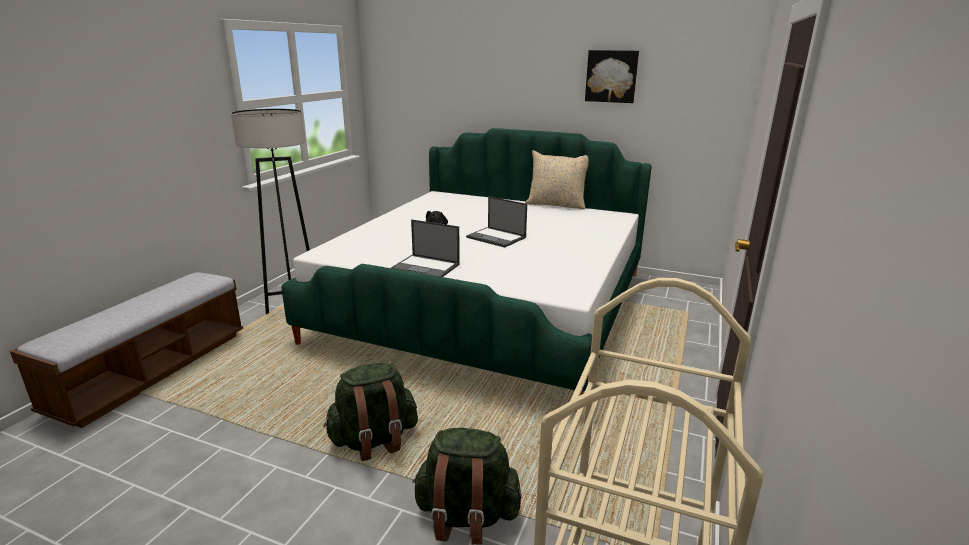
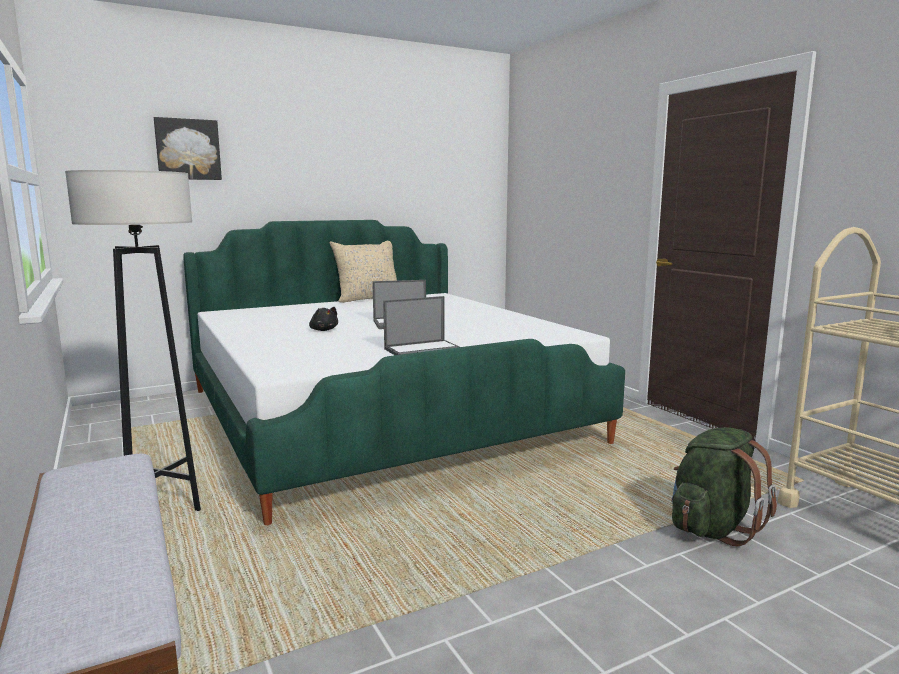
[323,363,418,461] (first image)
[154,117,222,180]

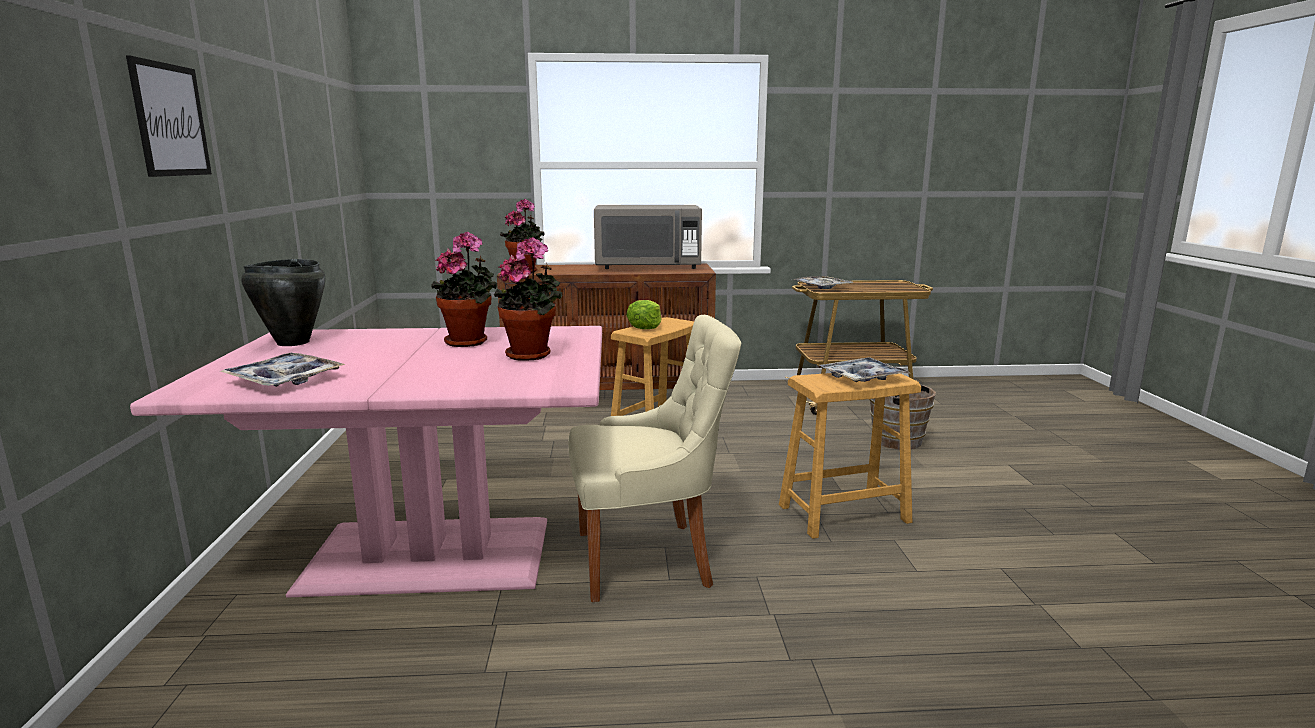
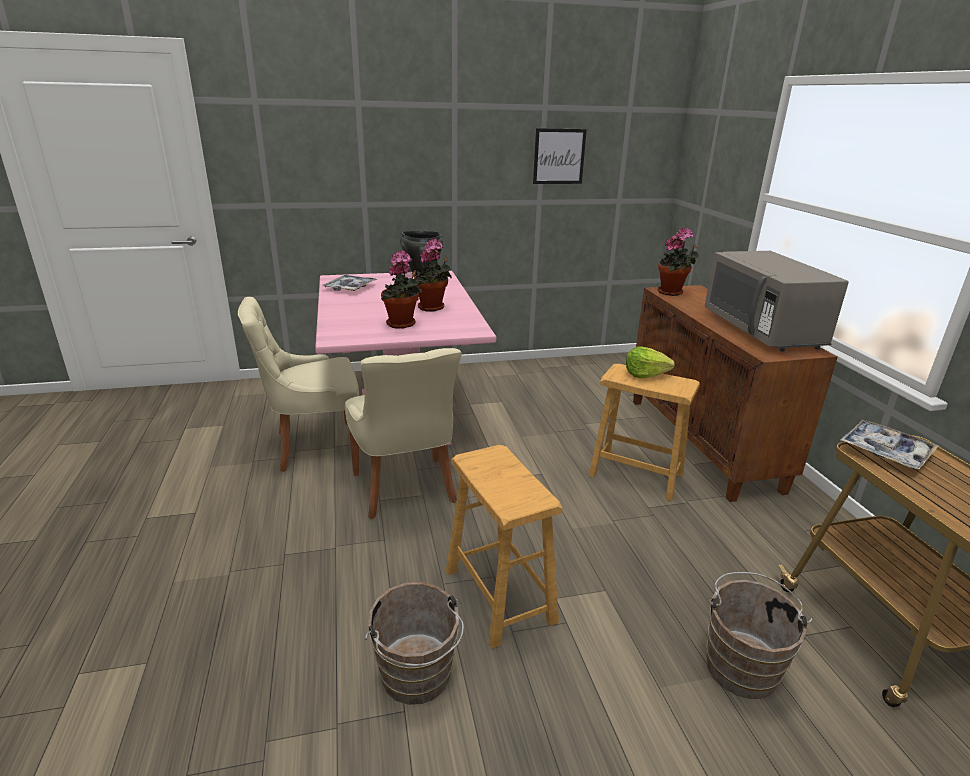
[819,357,909,382] (first image)
[238,297,359,472]
[365,582,464,705]
[533,128,587,184]

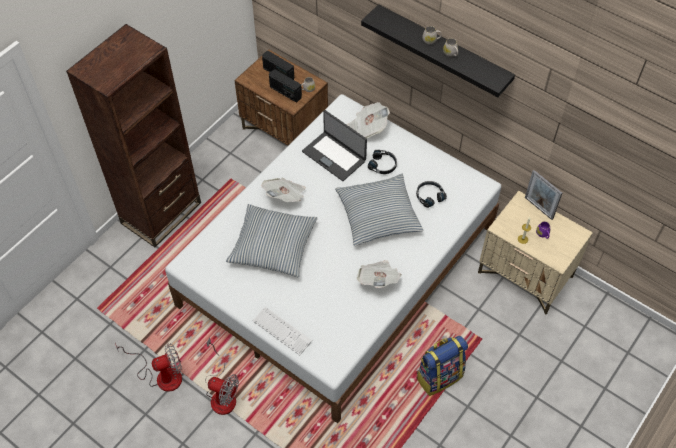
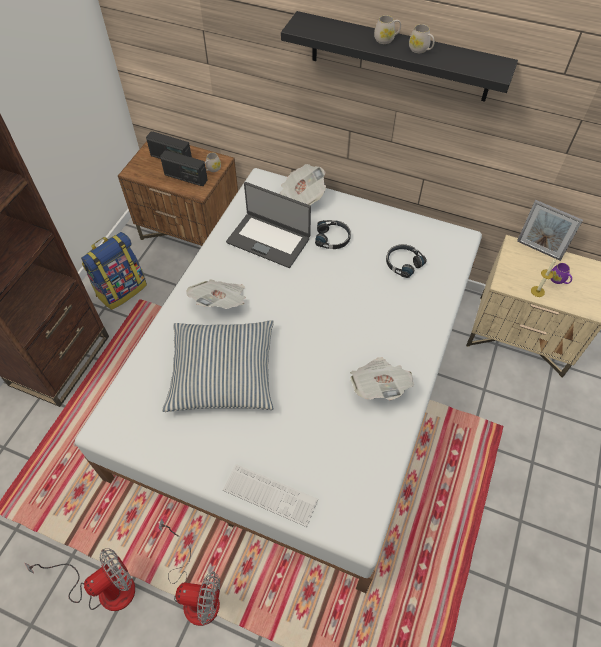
[335,173,424,246] (first image)
[81,232,147,310]

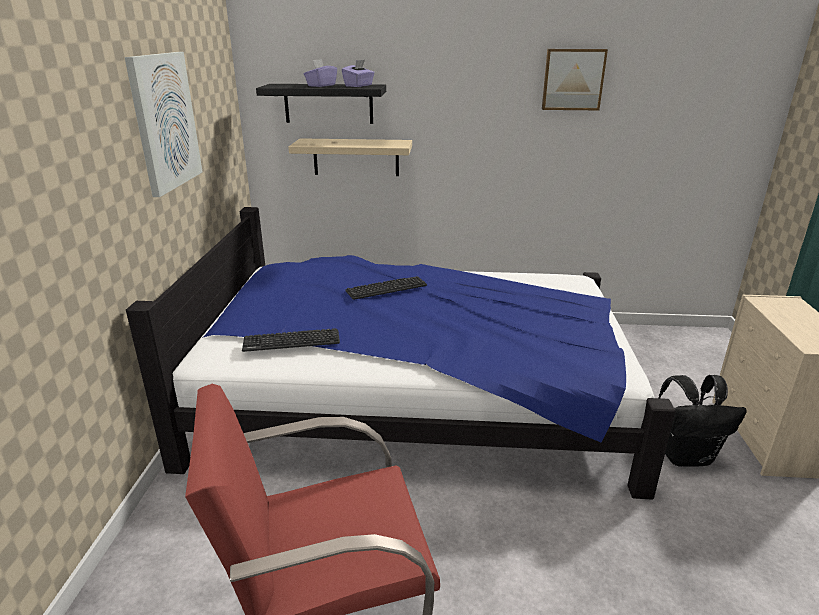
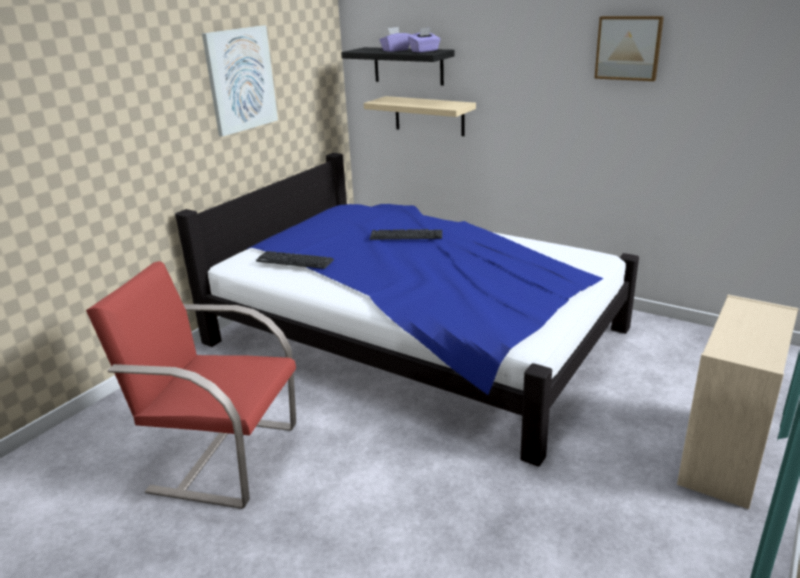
[659,375,747,467] (first image)

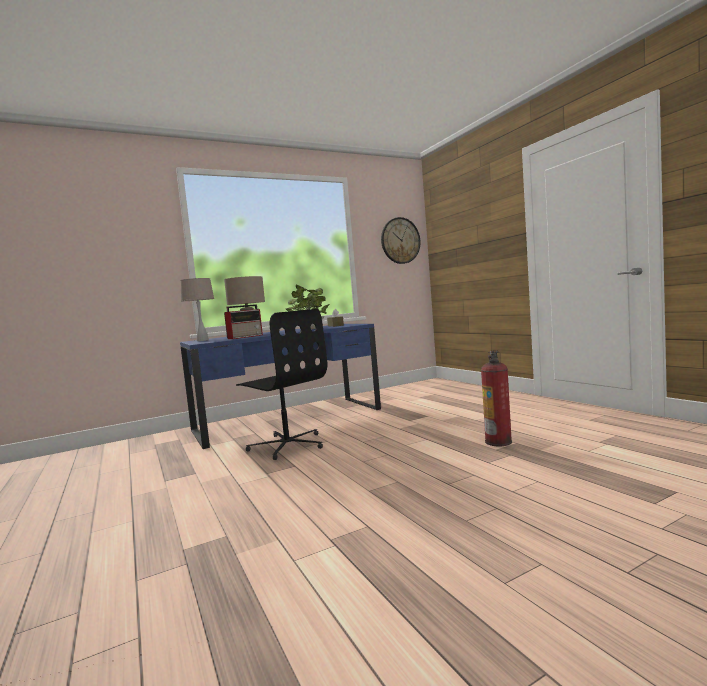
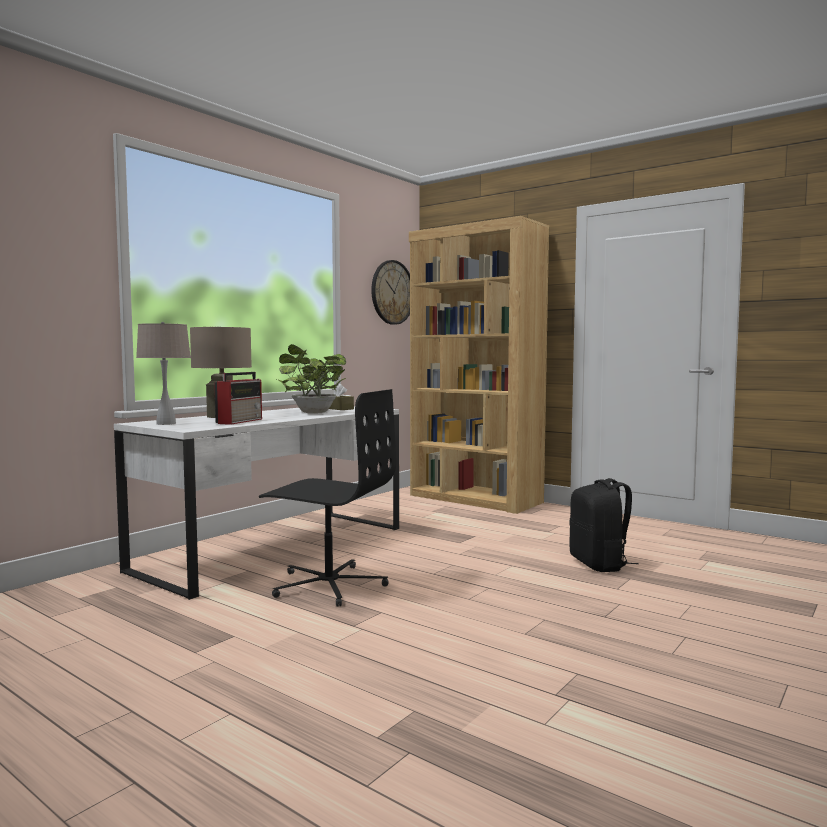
[409,216,549,514]
[569,478,638,572]
[114,406,399,600]

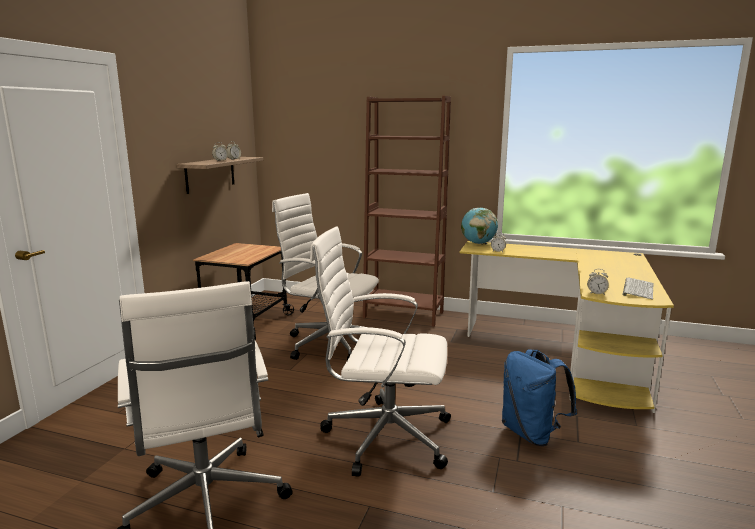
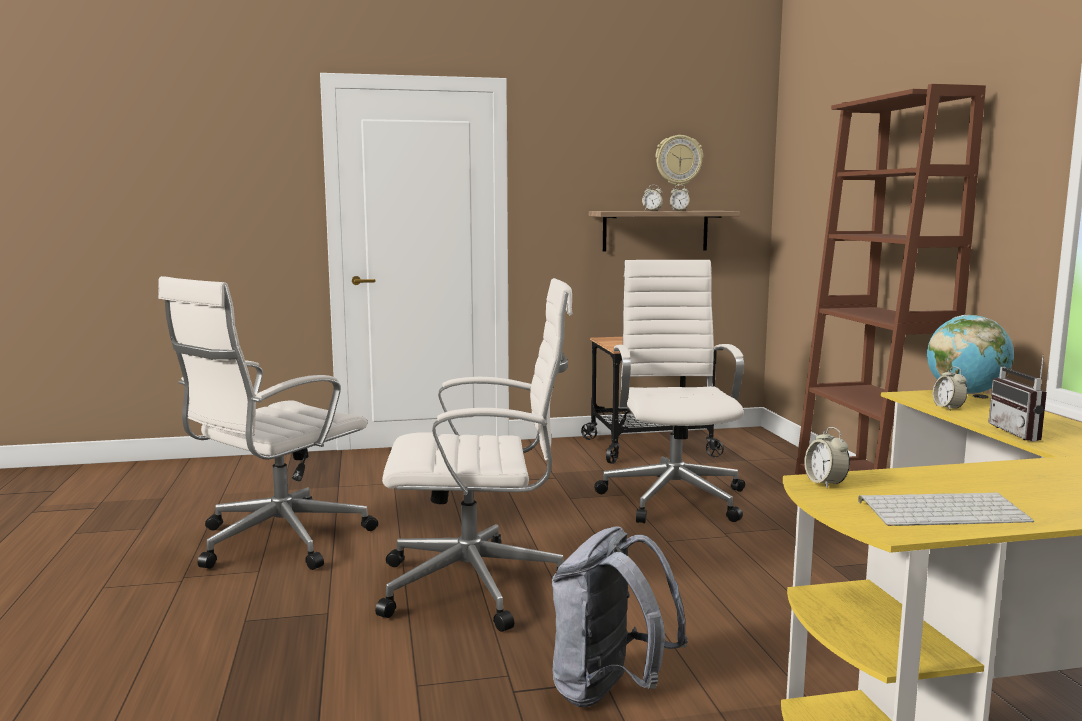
[656,135,703,186]
[988,355,1047,441]
[552,526,688,707]
[375,278,573,632]

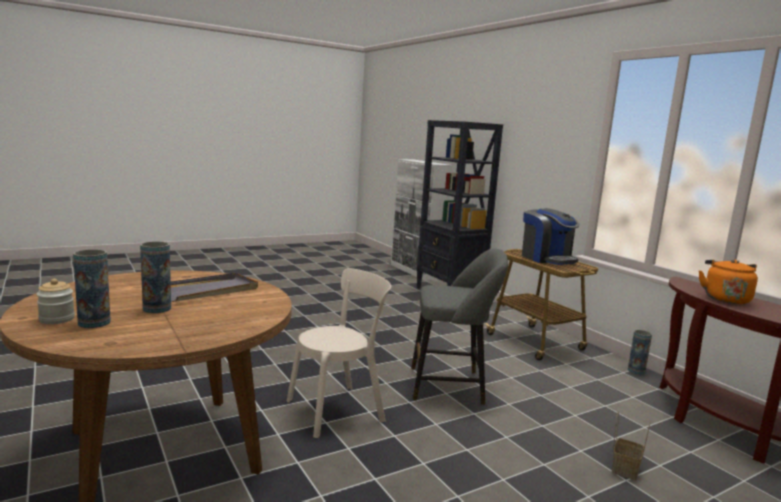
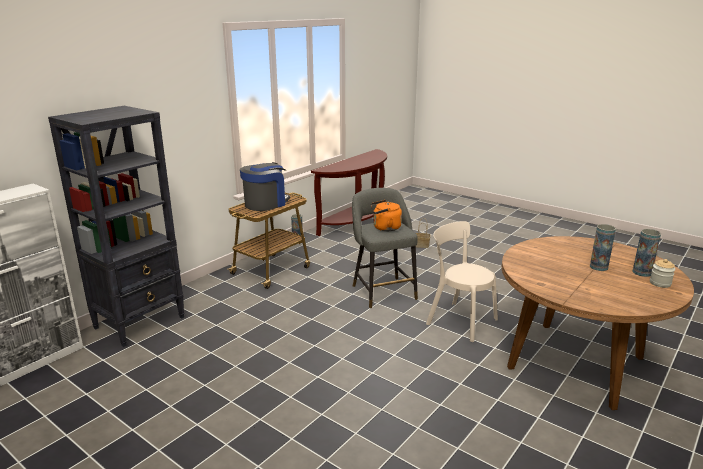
[171,273,258,302] (first image)
[371,200,402,231]

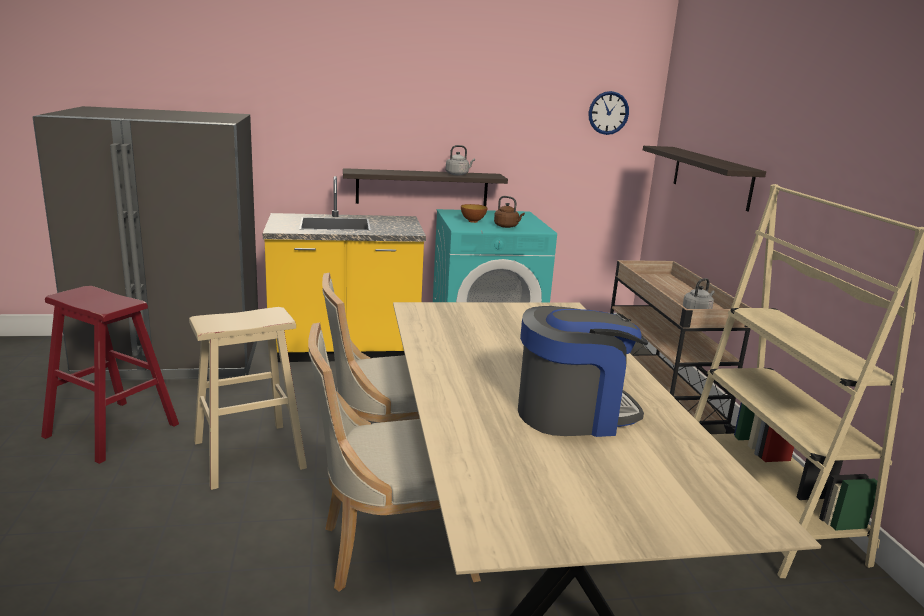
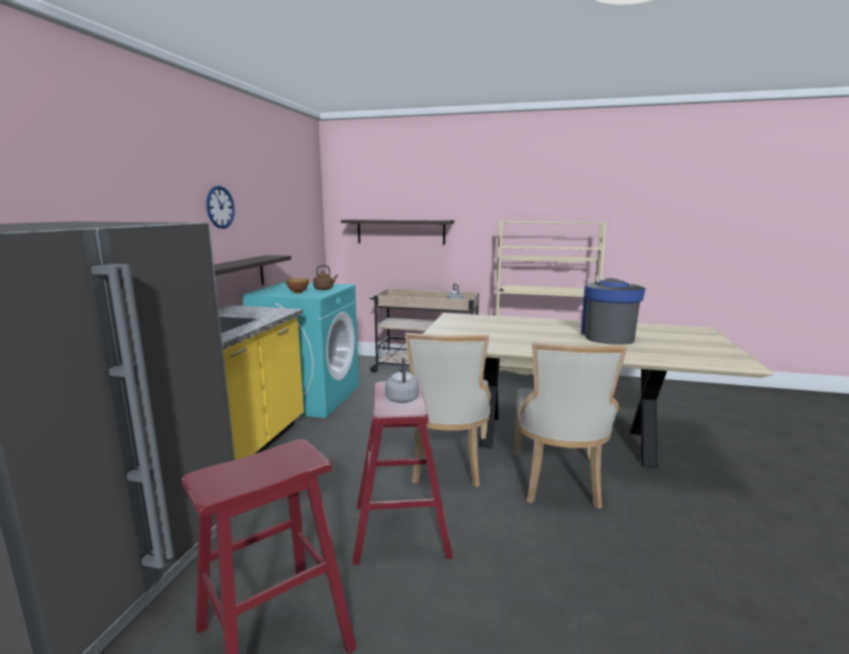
[385,358,419,403]
[206,186,235,229]
[352,381,453,565]

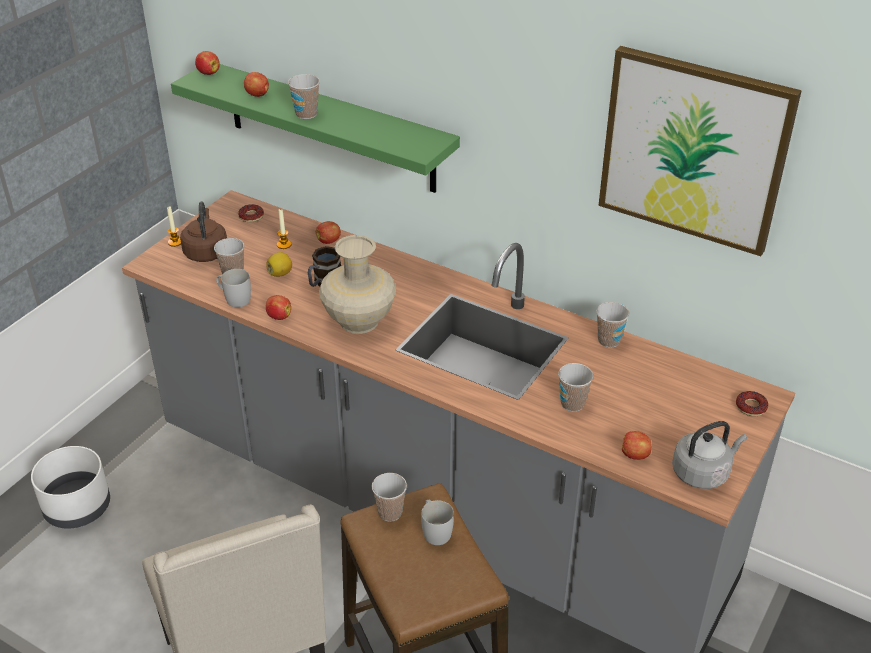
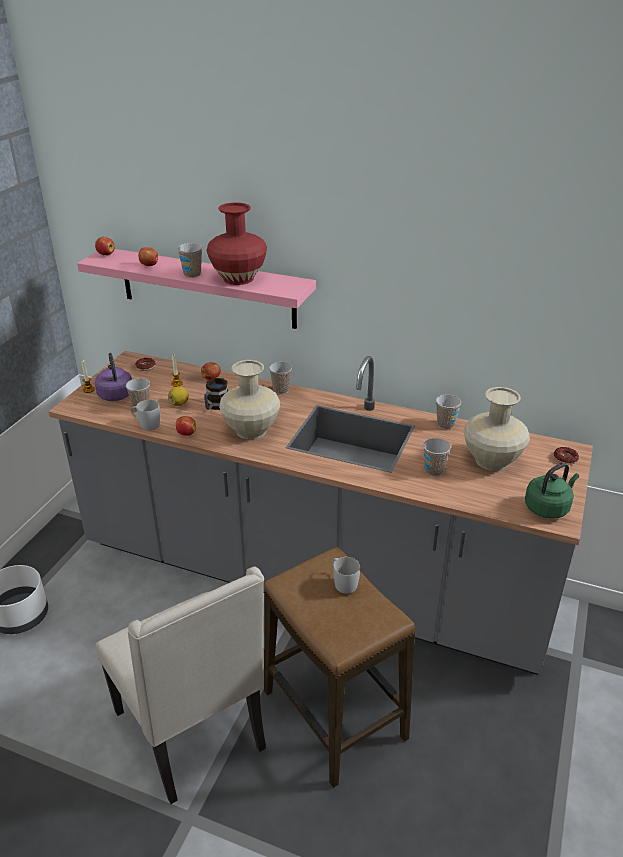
[598,46,802,256] (first image)
[622,431,652,460] (first image)
[206,203,267,285]
[464,387,530,471]
[269,362,292,394]
[77,249,316,329]
[95,353,132,401]
[525,463,579,519]

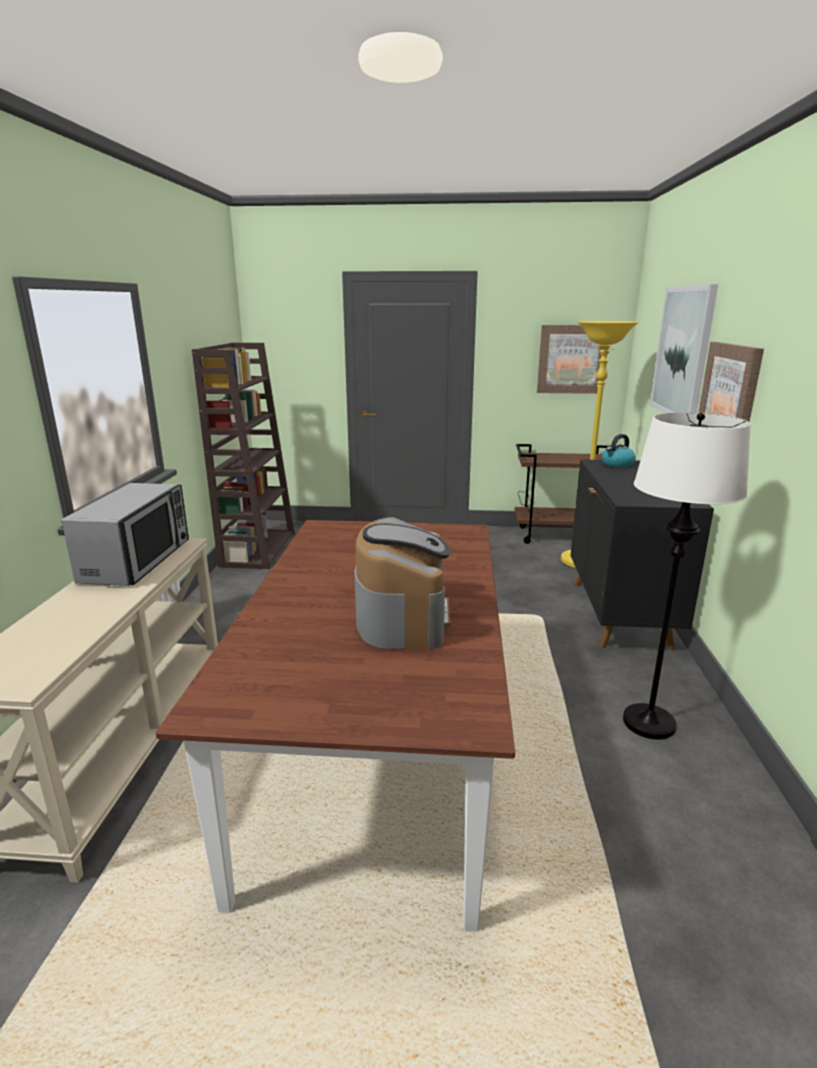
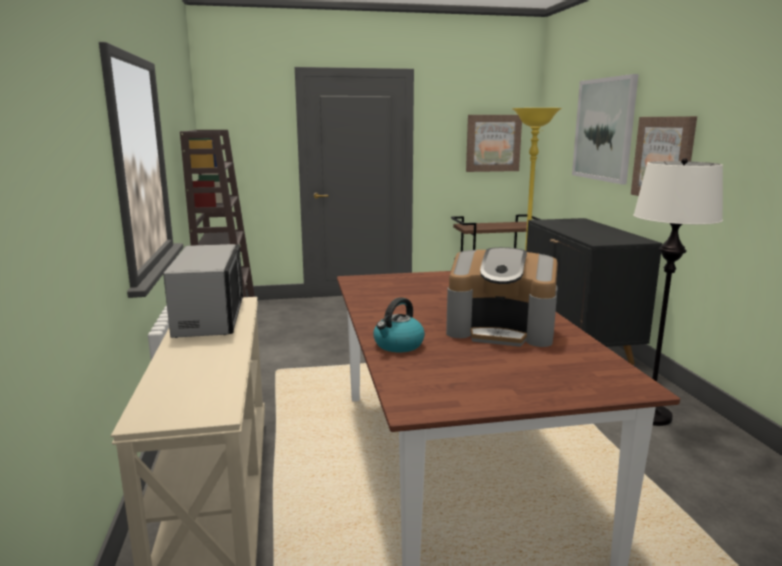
[373,298,425,352]
[446,247,558,347]

